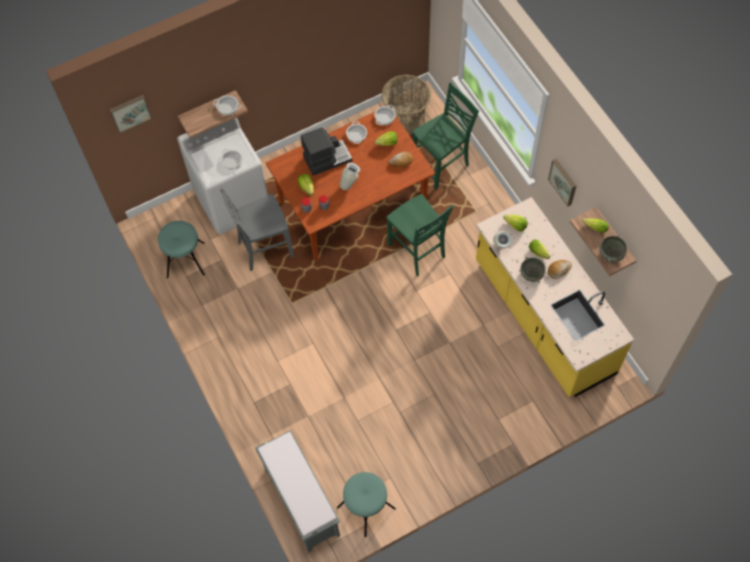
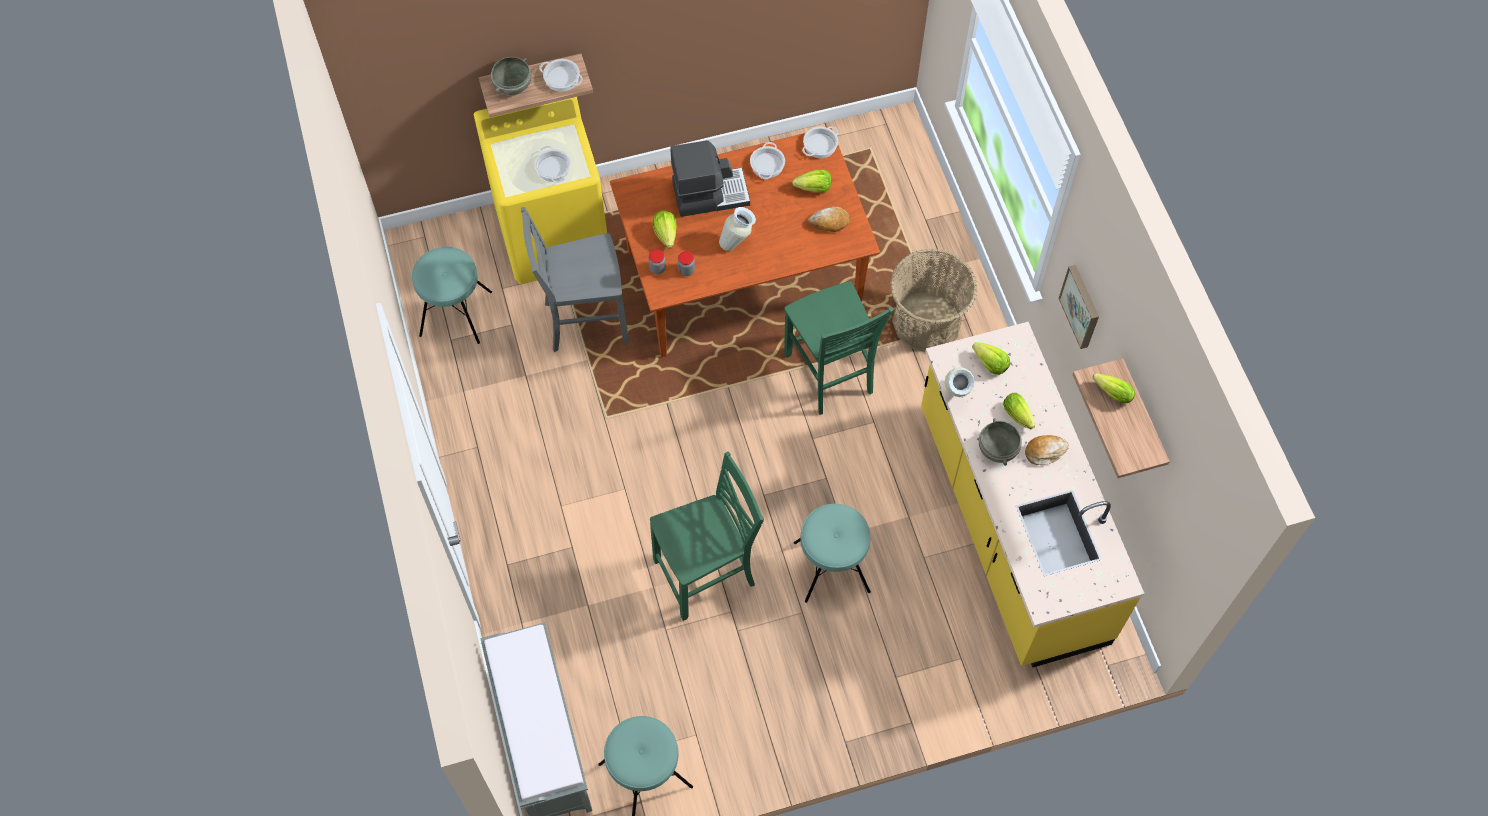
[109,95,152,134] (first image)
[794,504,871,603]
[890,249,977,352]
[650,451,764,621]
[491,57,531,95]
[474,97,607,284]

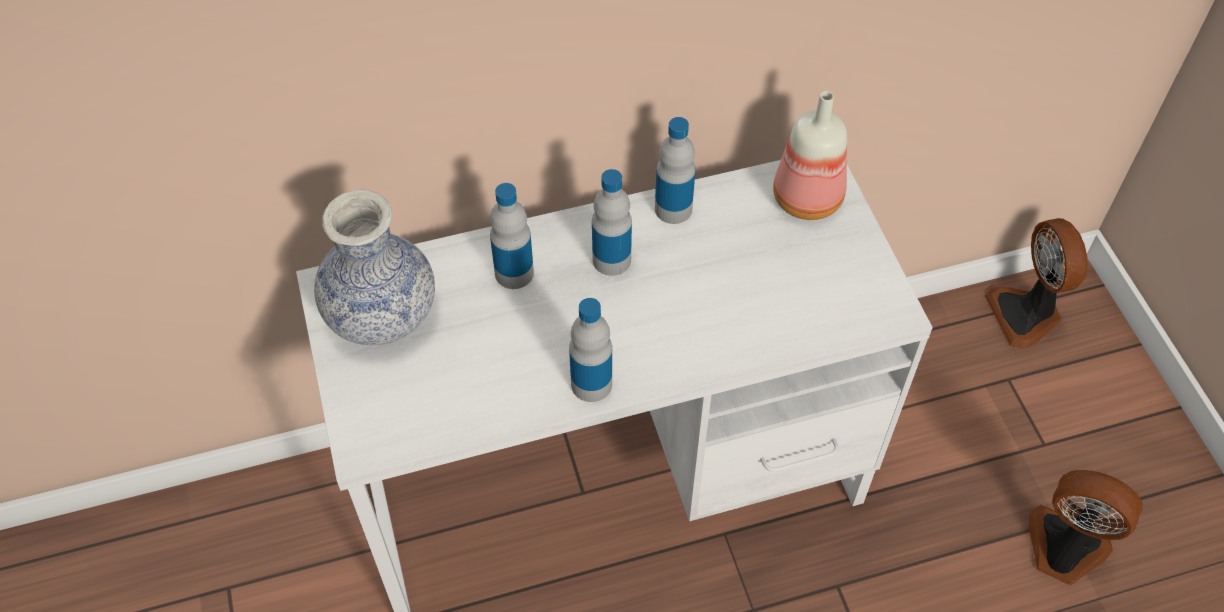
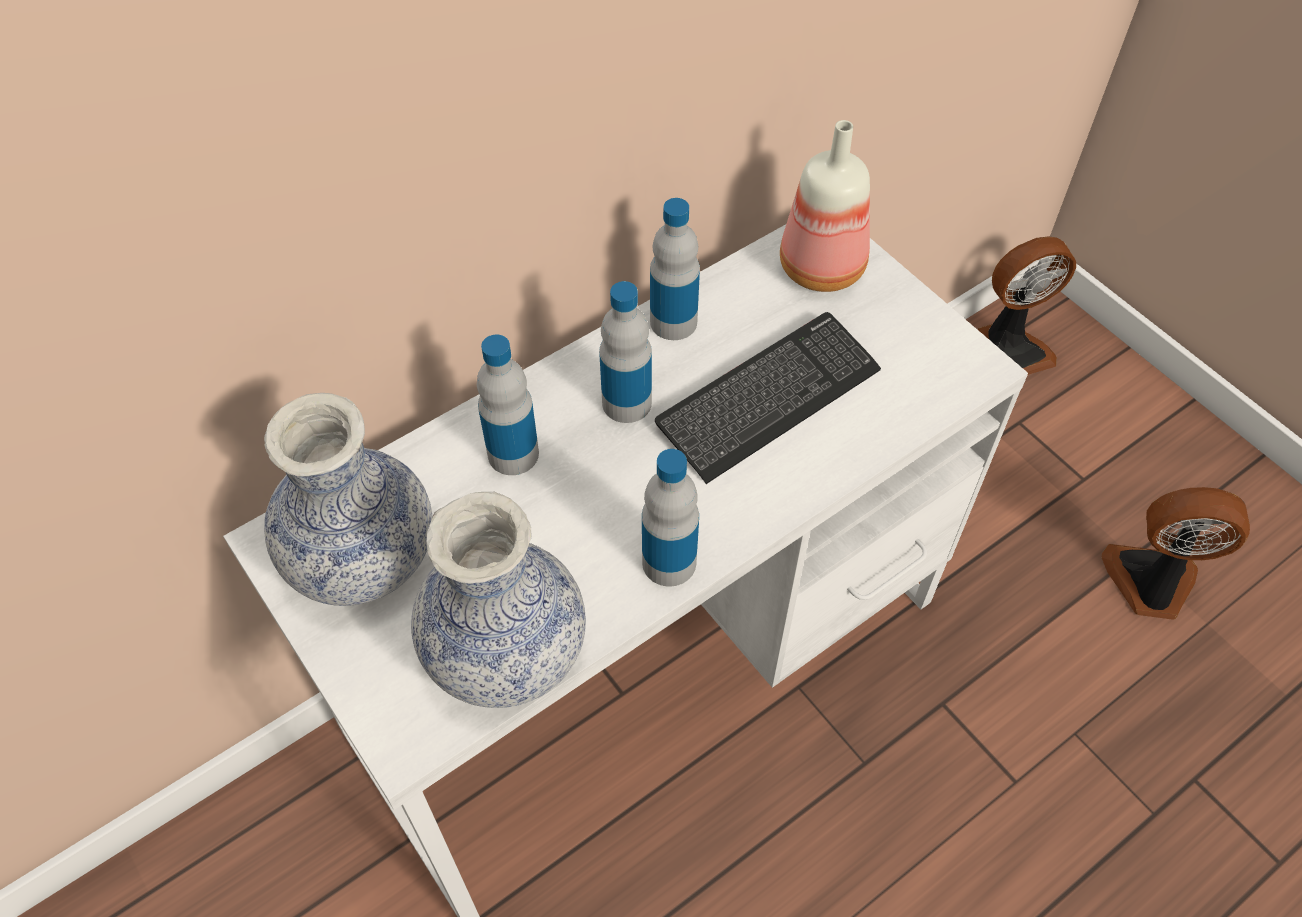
[411,492,586,708]
[655,312,881,484]
[977,236,1076,375]

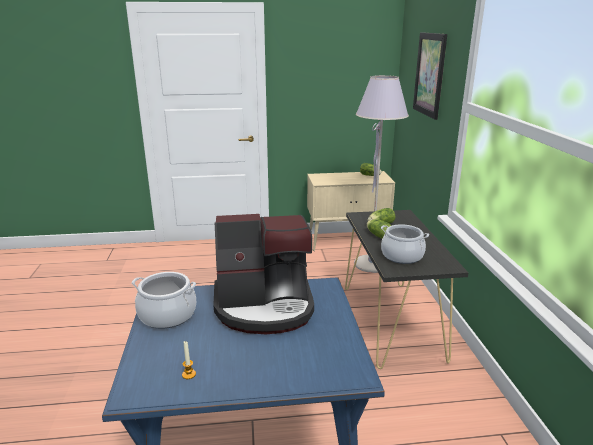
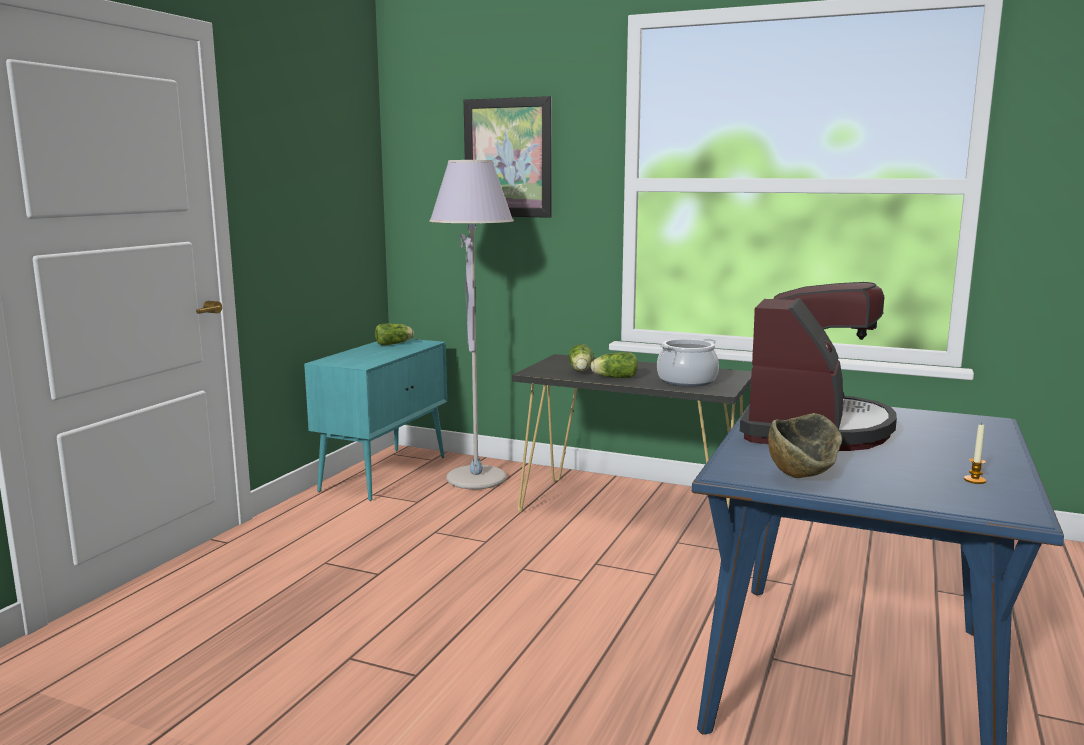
[768,413,842,478]
[304,339,447,501]

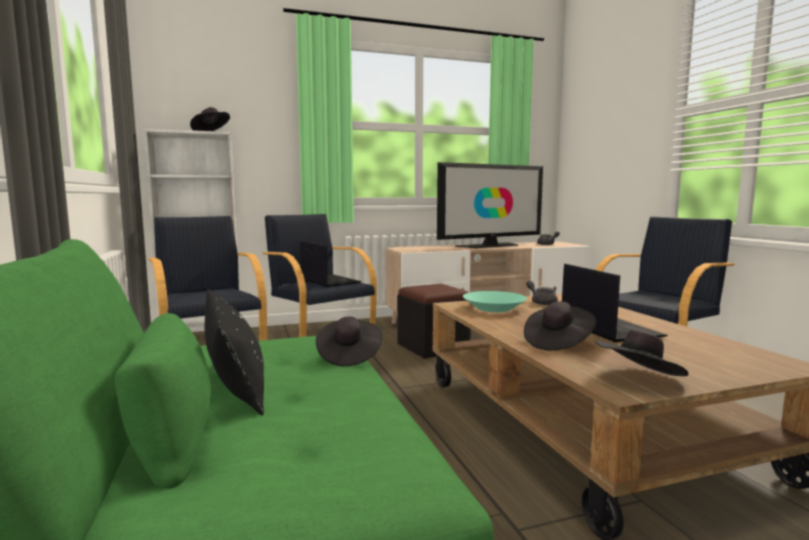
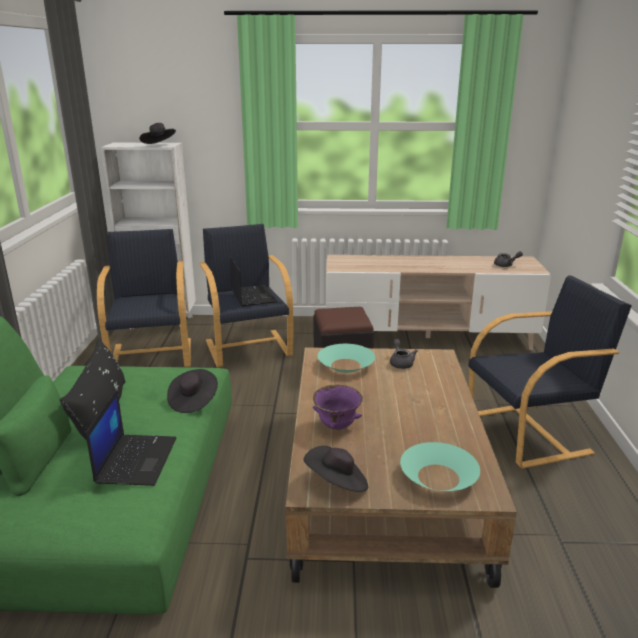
[437,162,543,248] (first image)
[400,442,480,491]
[86,389,176,486]
[313,385,363,430]

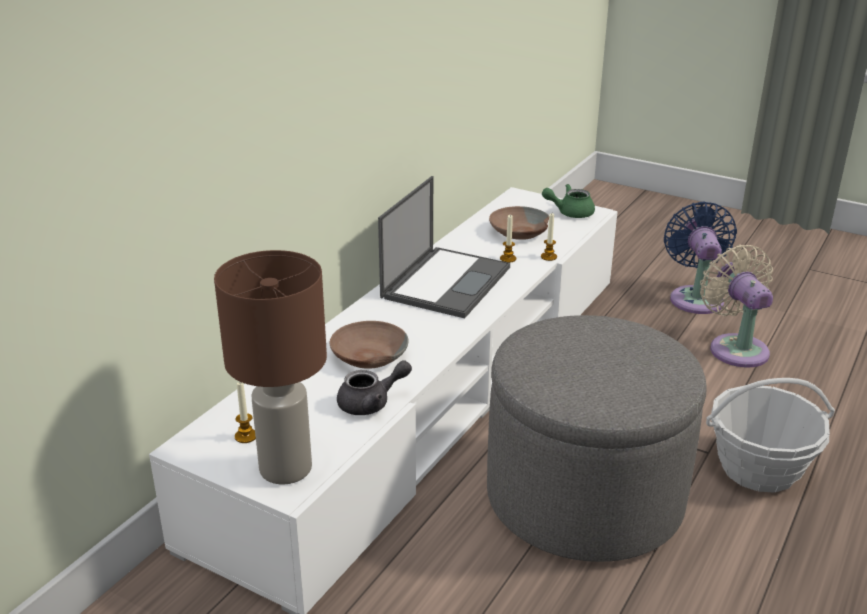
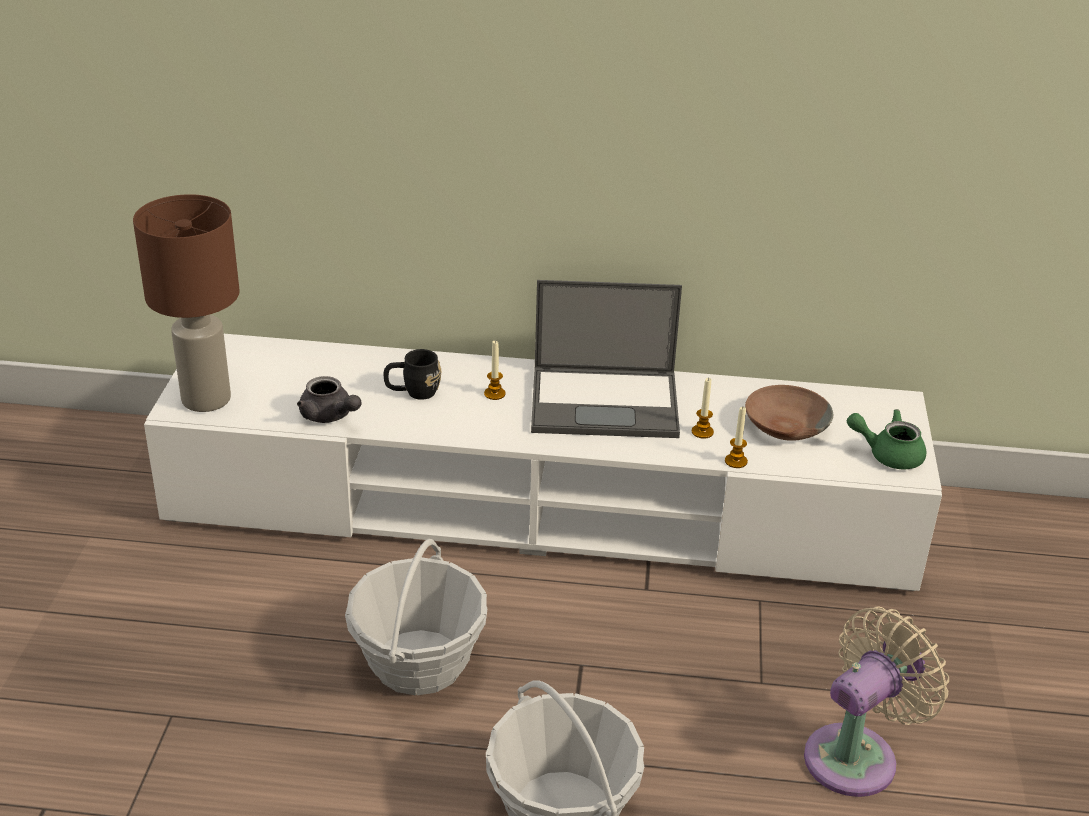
[664,202,737,314] (first image)
[484,340,505,400]
[384,349,441,400]
[345,539,487,696]
[847,409,926,469]

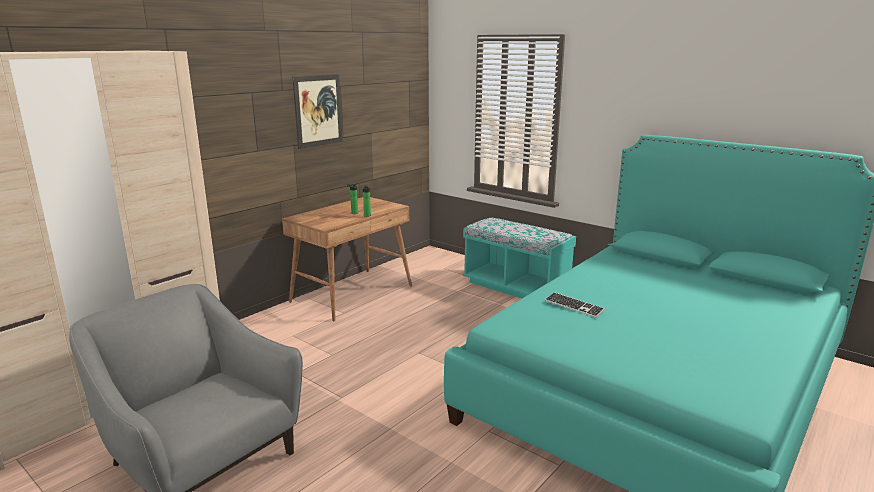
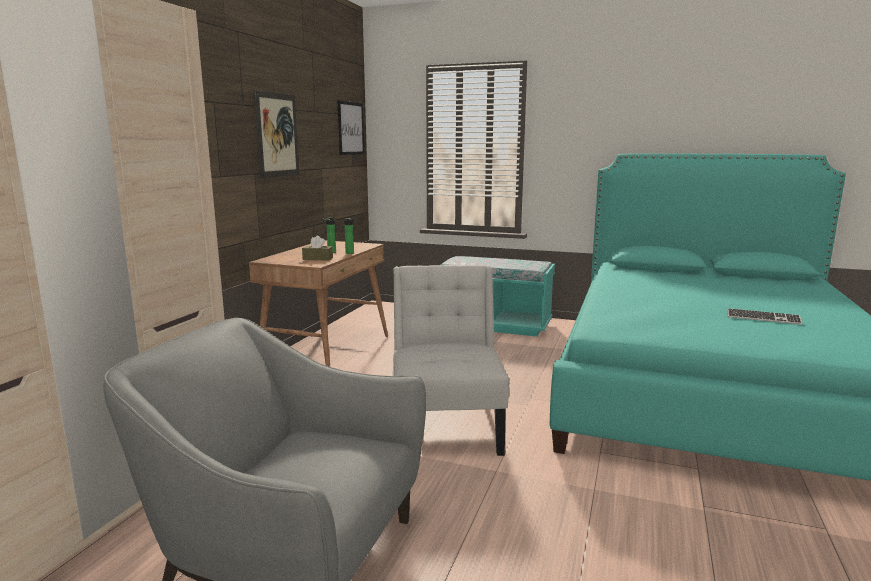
[302,236,333,261]
[337,100,364,155]
[393,265,509,456]
[727,308,803,325]

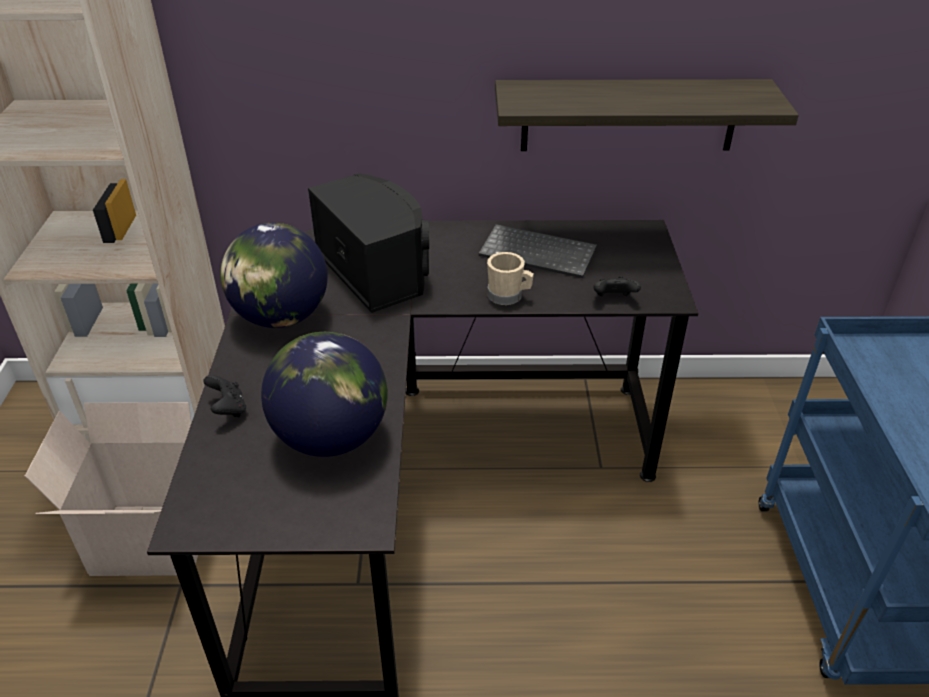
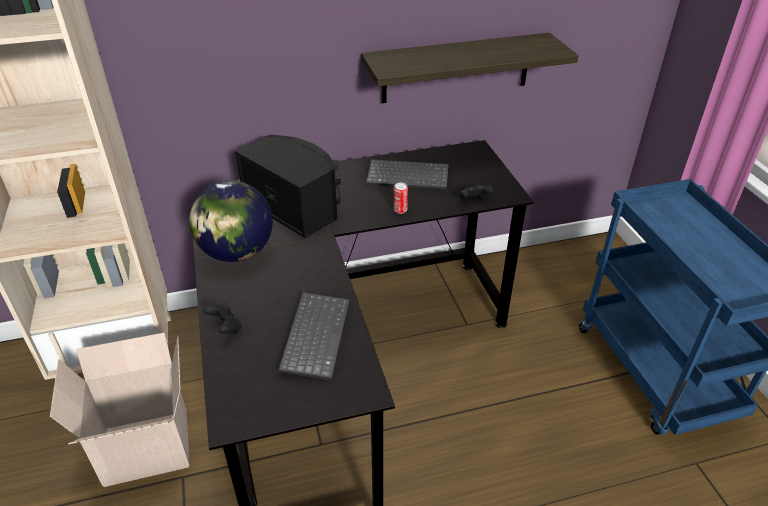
[279,292,349,380]
[393,183,408,214]

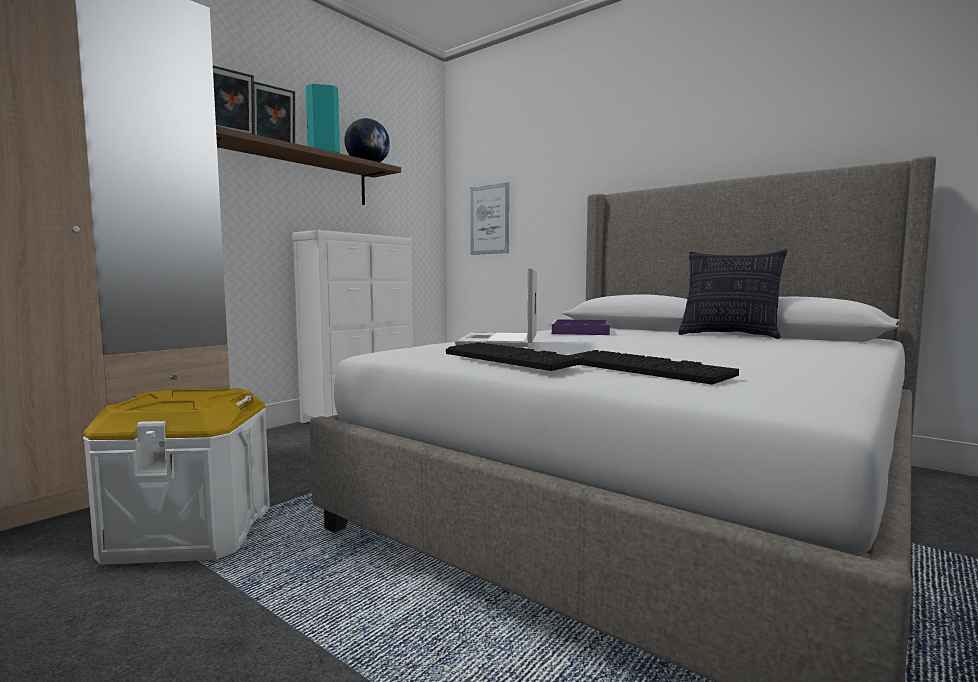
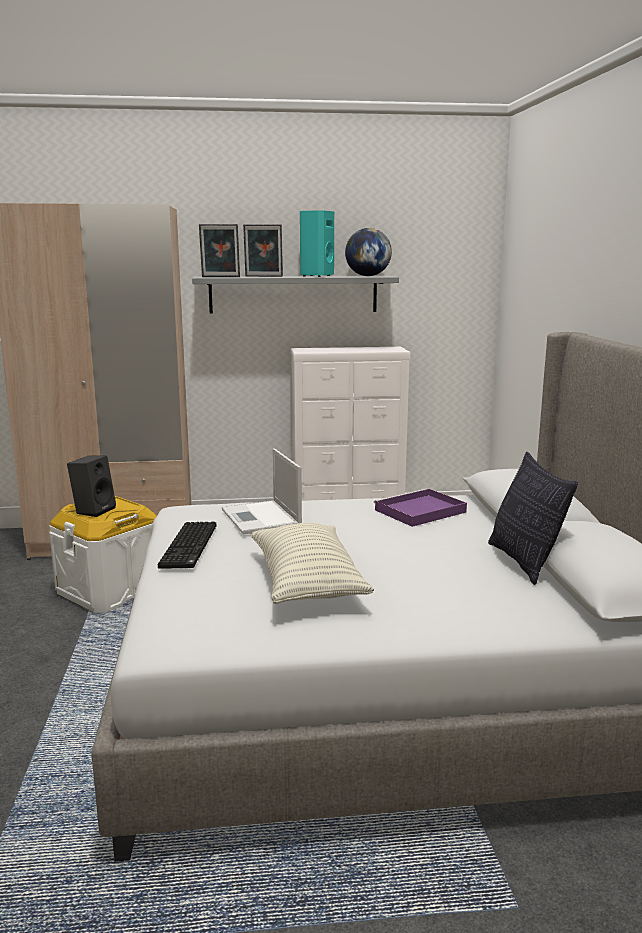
[470,182,509,255] (first image)
[569,350,739,385] (first image)
[67,455,116,517]
[251,523,374,604]
[192,276,399,314]
[221,448,302,534]

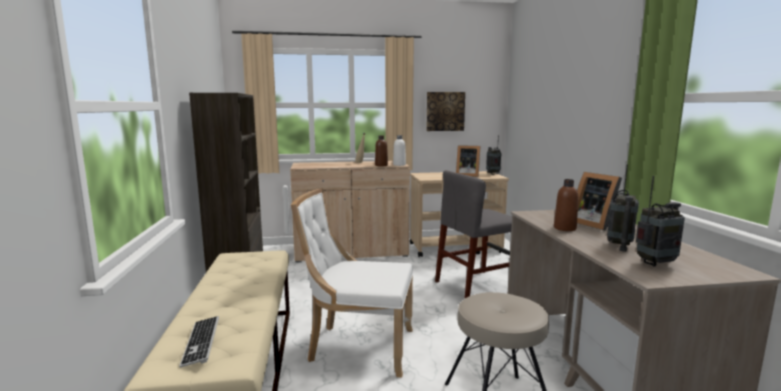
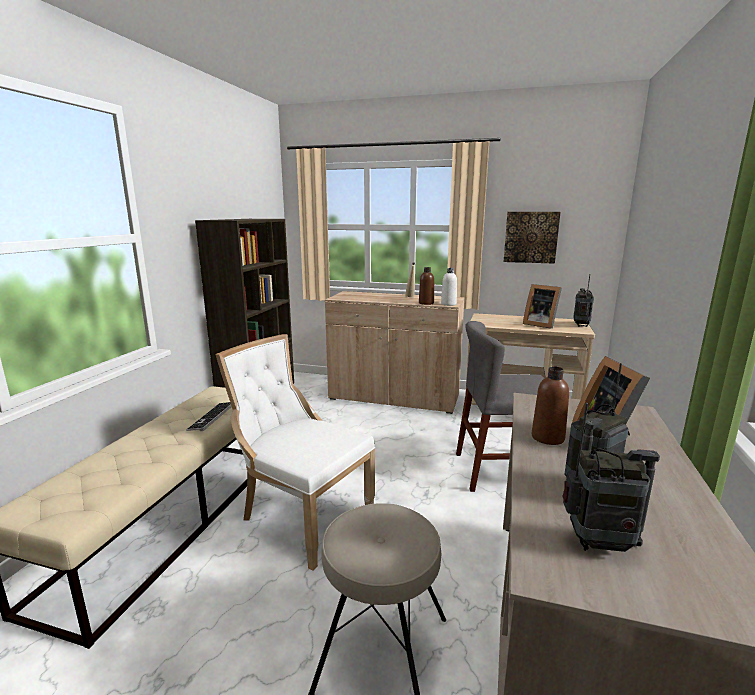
[186,402,232,431]

